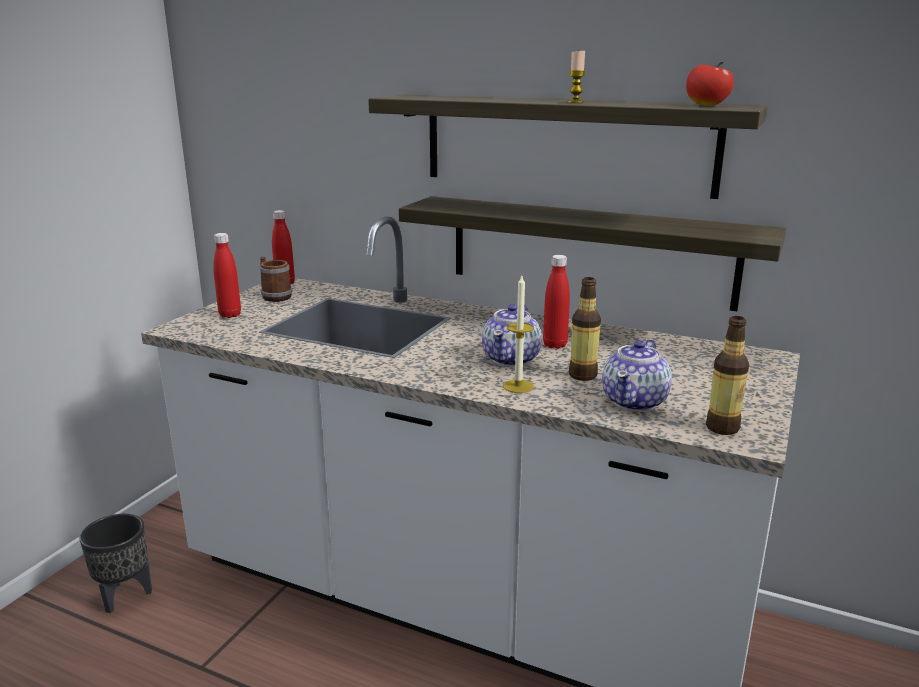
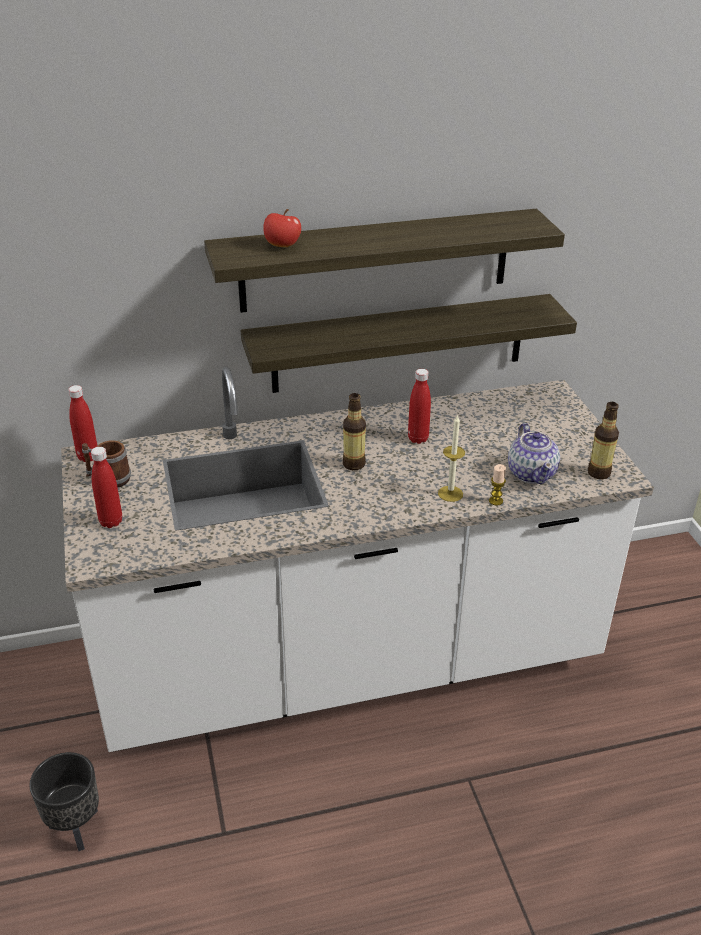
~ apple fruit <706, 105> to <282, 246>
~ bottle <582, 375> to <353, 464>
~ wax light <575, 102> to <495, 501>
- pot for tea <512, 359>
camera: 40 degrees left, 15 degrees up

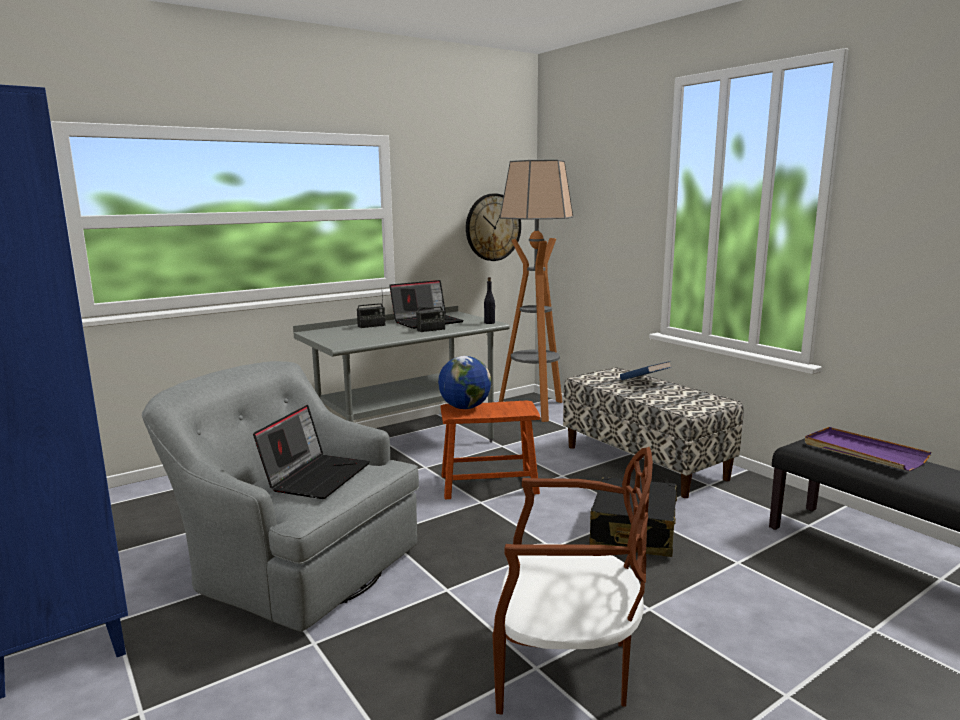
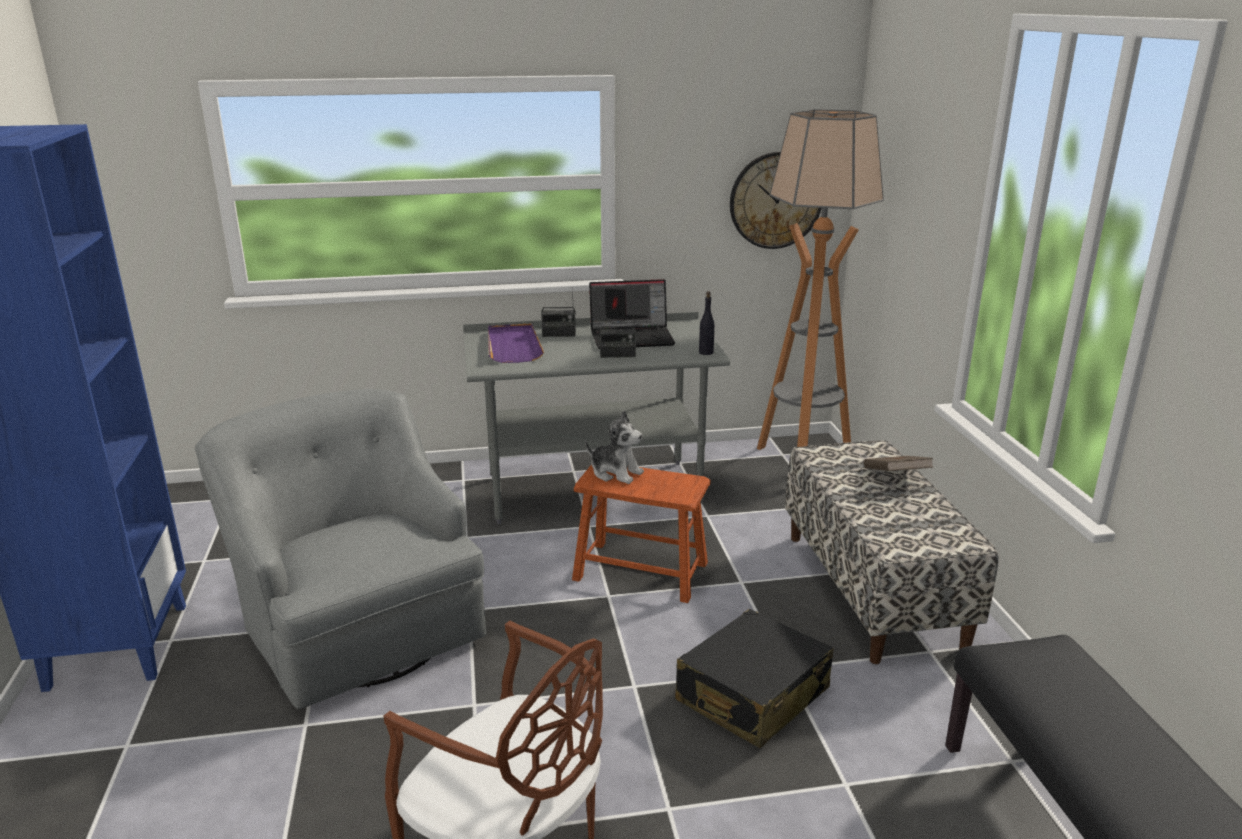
~ purple-coloured serving tray <863, 452> to <513, 346>
~ globe <465, 408> to cuddly toy <616, 472>
~ blue-coloured volume <644, 381> to brown-coloured volume <895, 477>
- notebook computer <316, 476>
camera: 25 degrees right, 10 degrees up

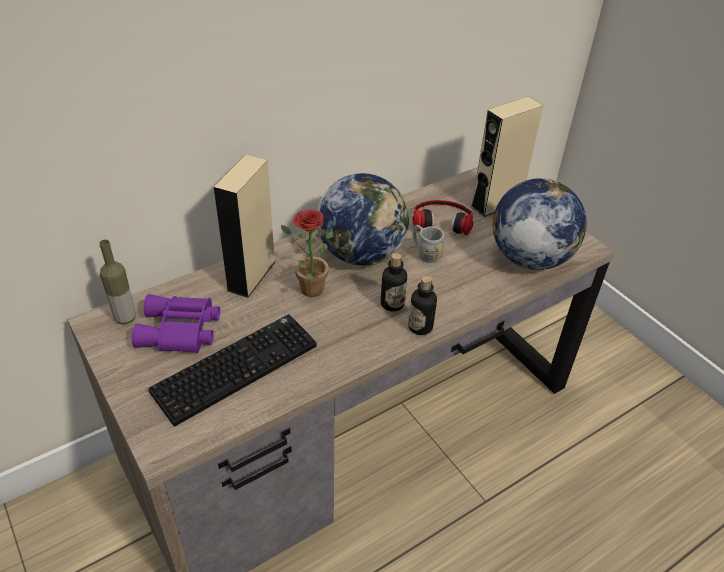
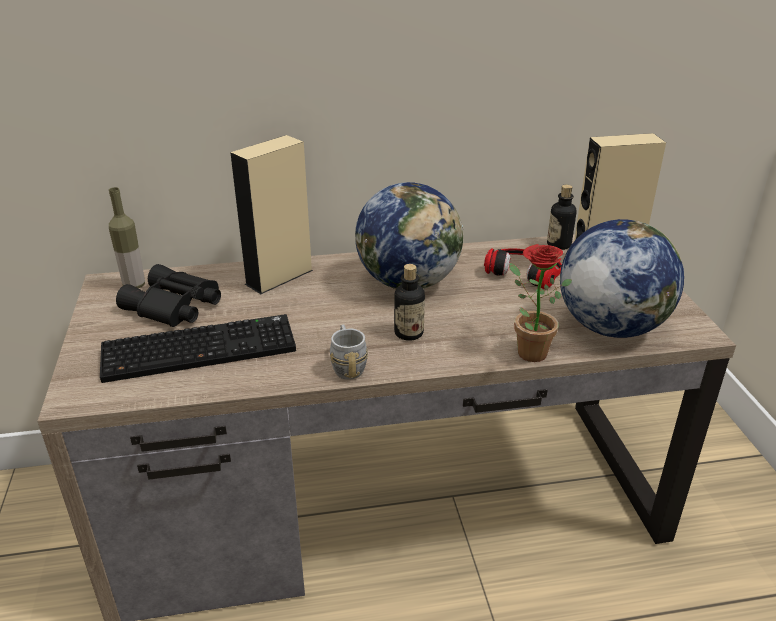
~ purple-coloured field glasses <180, 331> to black-coloured field glasses <173, 307>
~ gray tea mug <425, 253> to <347, 365>
~ potted plant <307, 288> to <526, 351>
~ bottle <420, 327> to <558, 245>
camera: 25 degrees right, 10 degrees down

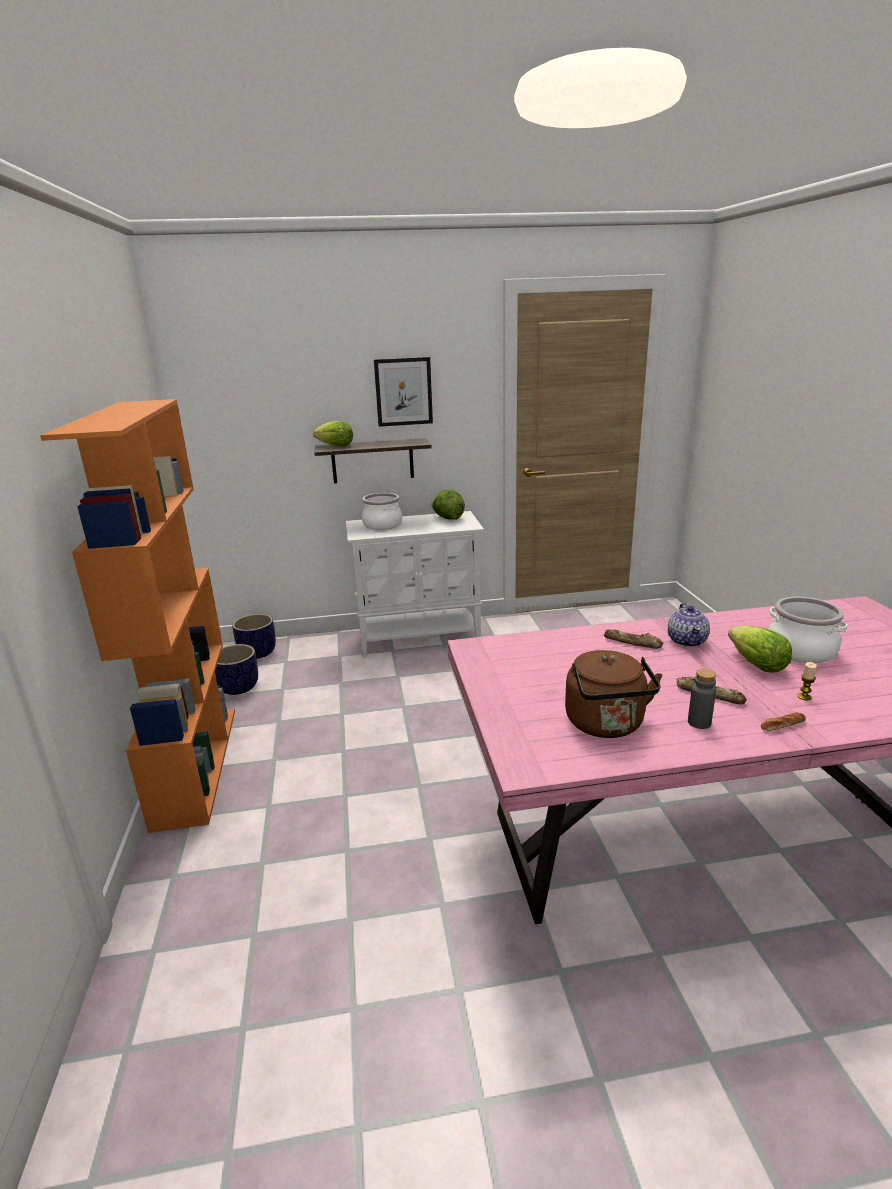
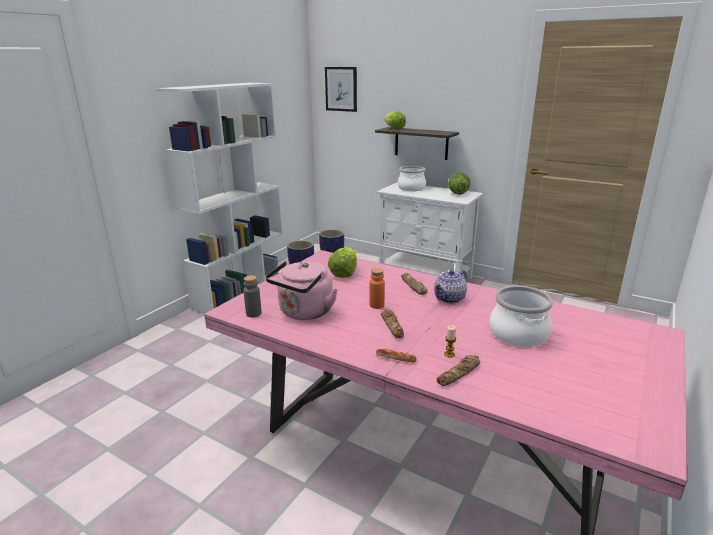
~ orange bookshelf <196, 763> to white bookshelf <241, 291>
~ gray bottle <699, 722> to <253, 313>
~ brown-coloured water kettle <607, 725> to pink-coloured water kettle <304, 313>
~ wall art <403, 392> to <341, 89>
~ lettuce head <757, 665> to <344, 273>
+ orange bottle <377, 305>
+ bread <459, 374>
camera: 40 degrees right, 0 degrees up

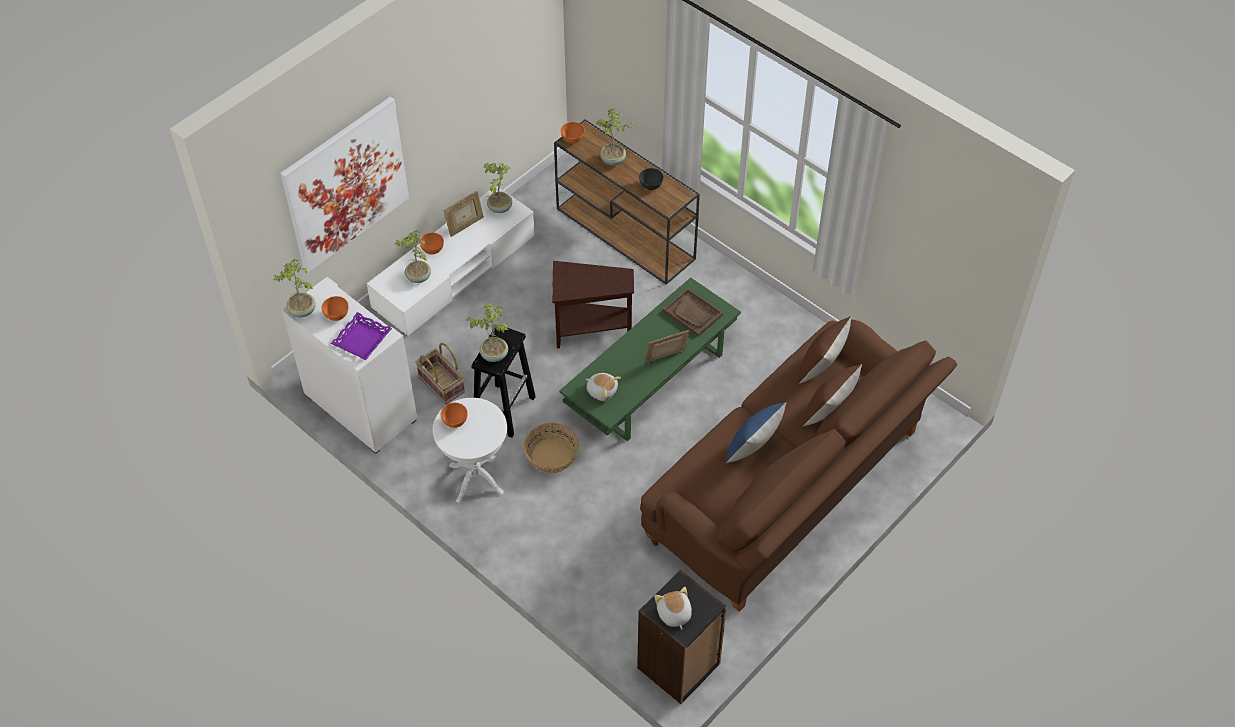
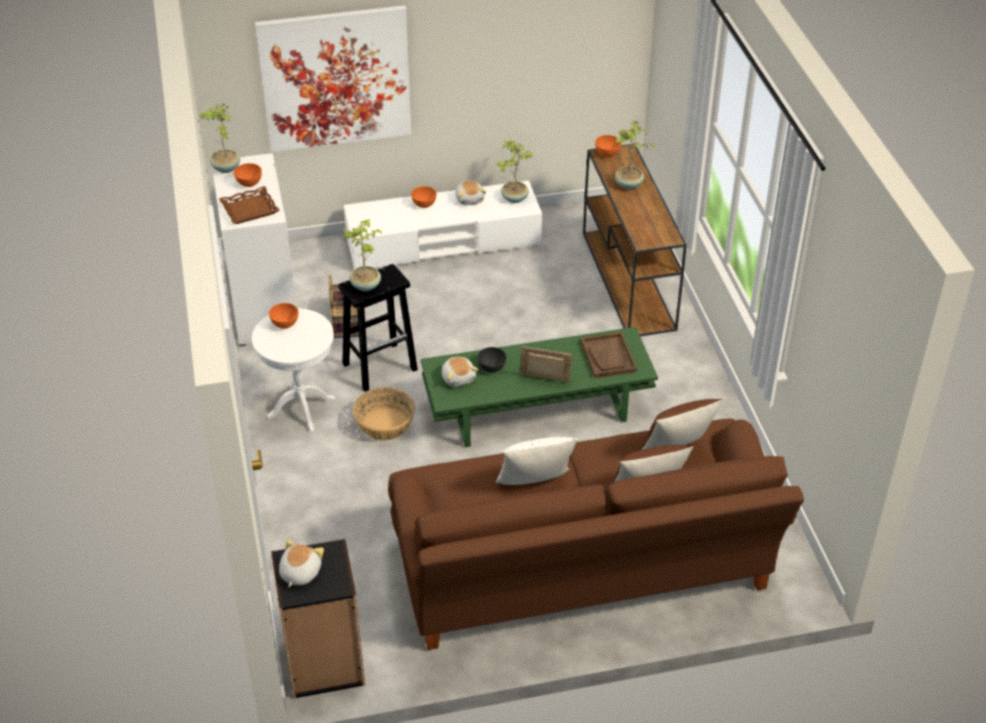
~ purple-coloured serving tray <361, 339> to brown-coloured serving tray <249, 209>
~ standing frame <465, 226> to cuddly toy <470, 199>
~ gray bowl <650, 185> to <491, 368>
~ blue-coloured cushion <753, 449> to white cushion <535, 485>
- potted plant <418, 277>
- brown-coloured accent table <589, 329>
camera: 35 degrees right, 10 degrees down

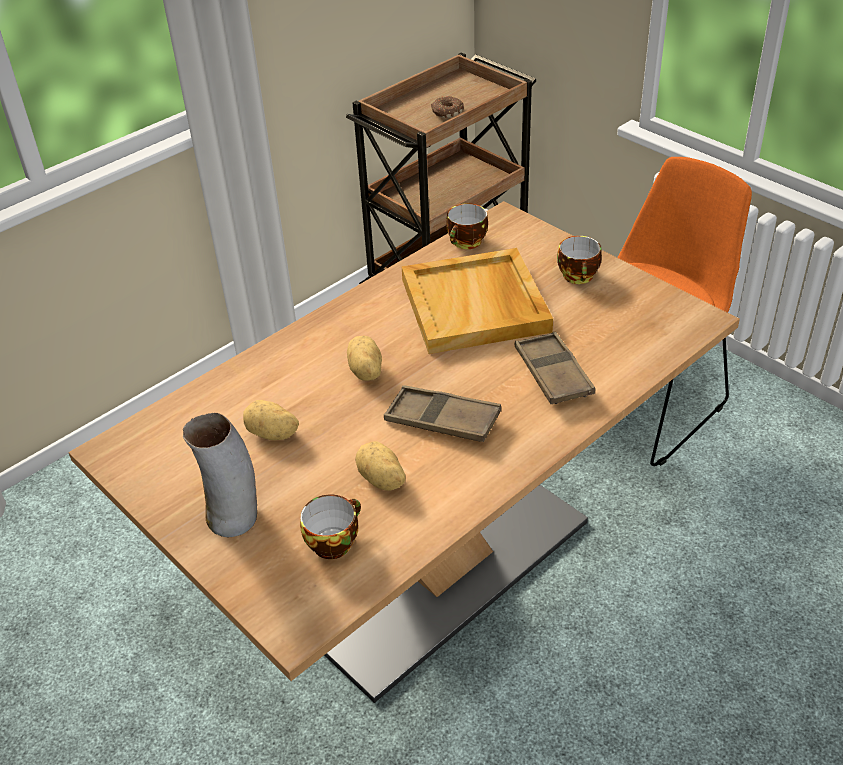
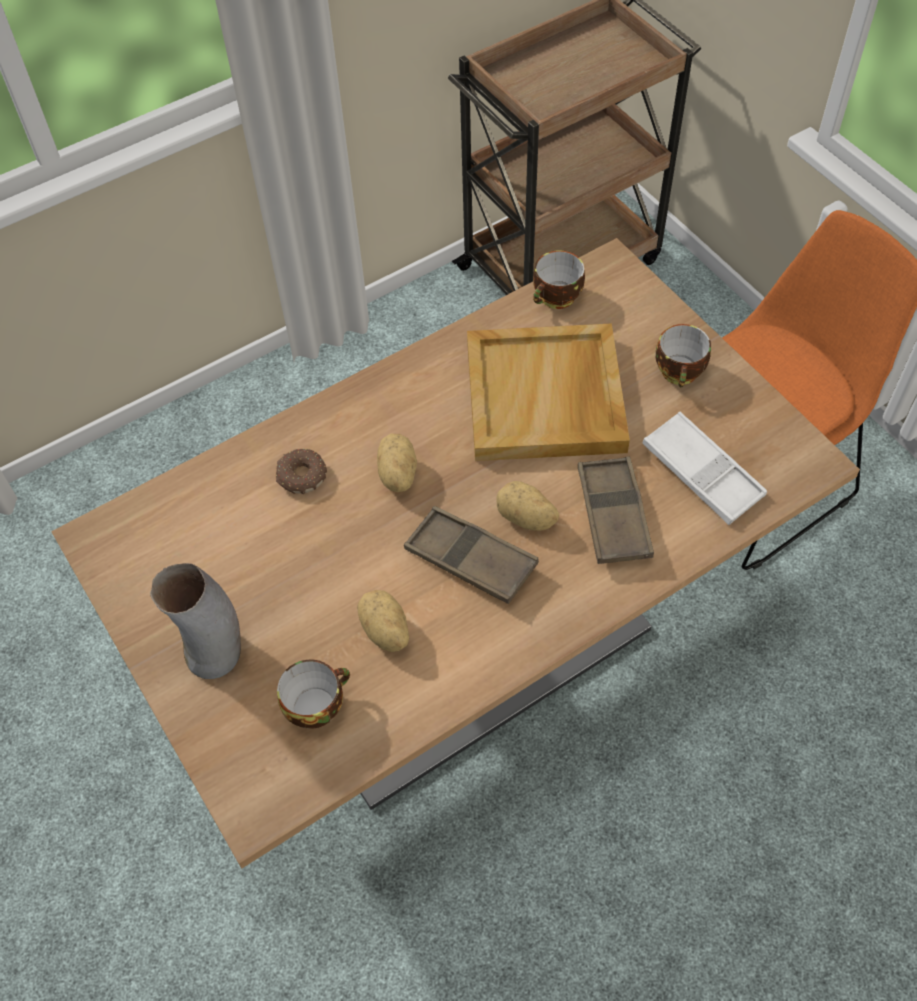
~ donut <446, 112> to <301, 476>
~ whole potato <272, 434> to <526, 518>
+ white serving tray <702, 473>
camera: 10 degrees right, 15 degrees up

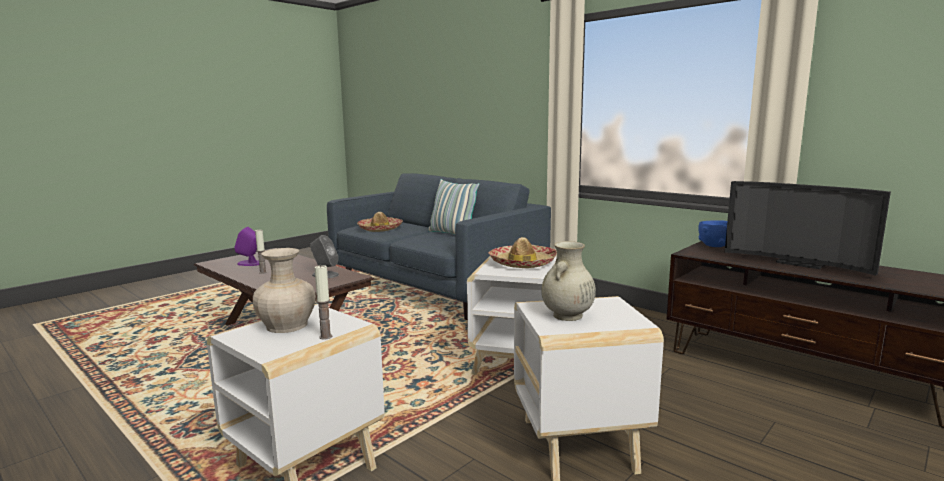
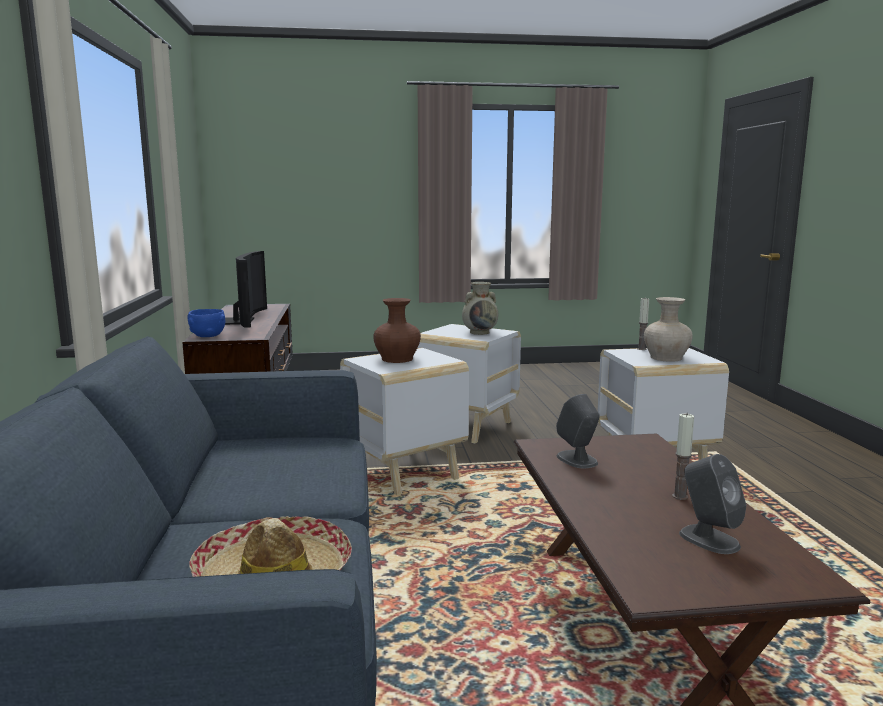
~ wearable hat <522, 263> to brown-coloured flower vase <397, 359>
~ purple-coloured loudspeaker <250, 263> to gray loudspeaker <708, 539>
- cushion <452, 234>
camera: 140 degrees left, 0 degrees up

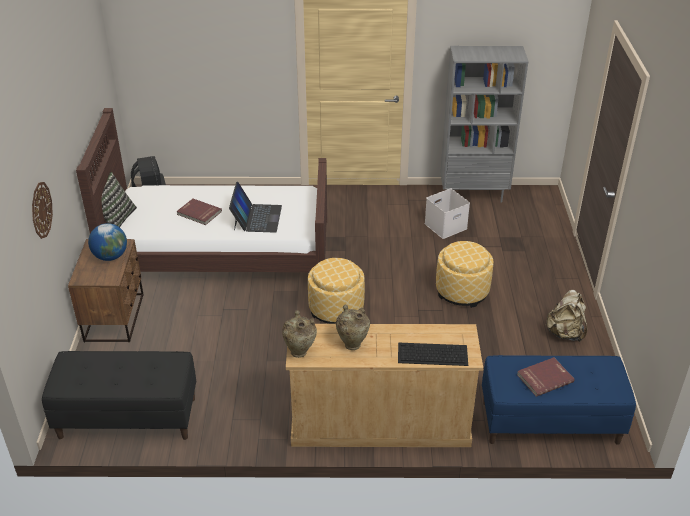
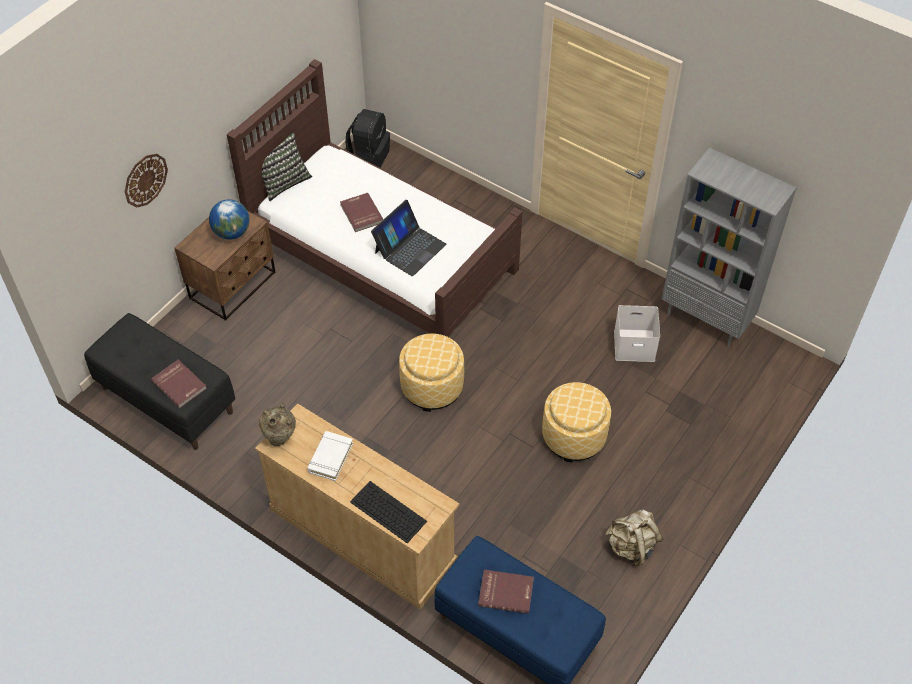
+ red volume <180, 384>
~ beige-coloured flower vase <352, 344> to white volume <330, 458>
camera: 35 degrees right, 15 degrees up

